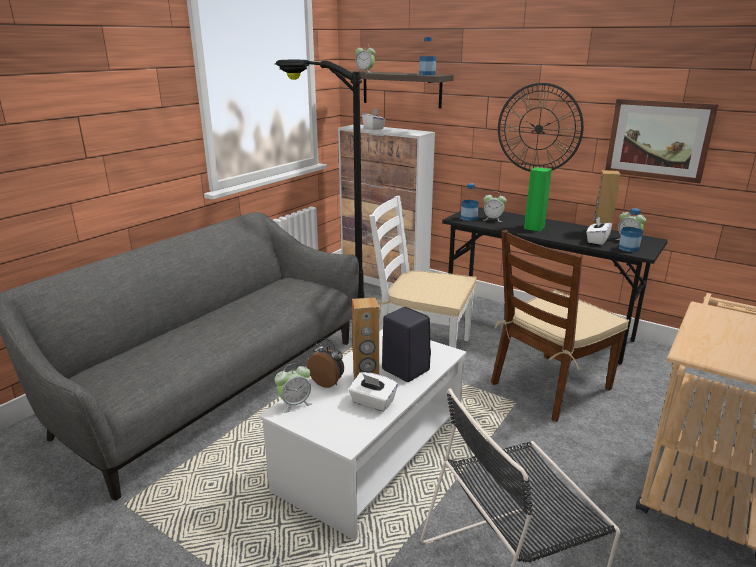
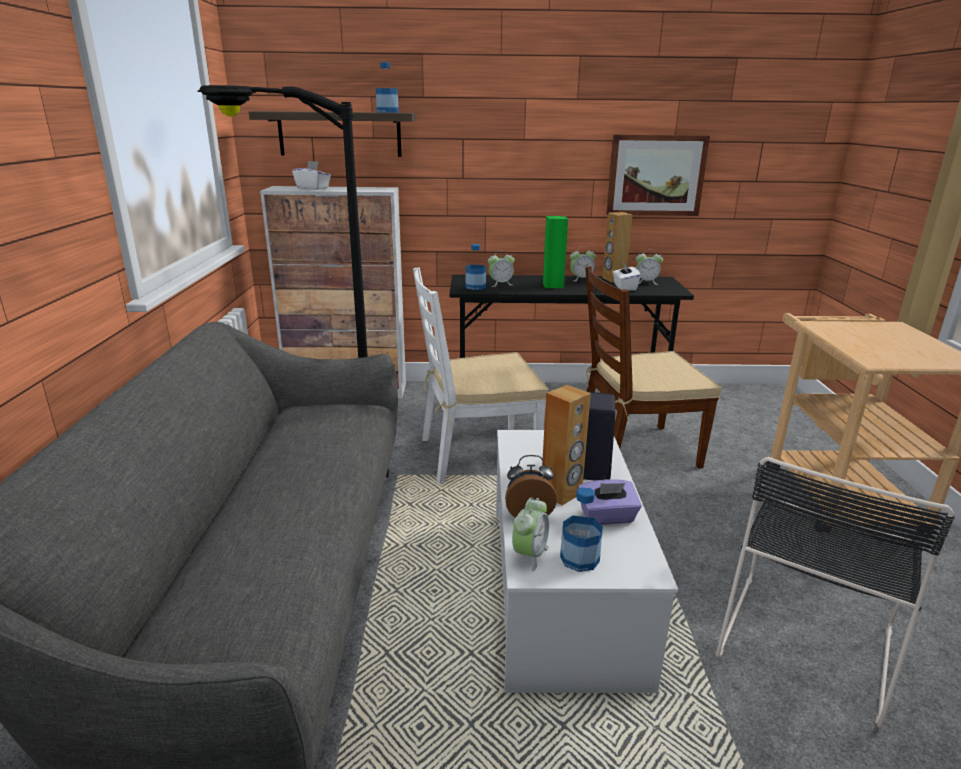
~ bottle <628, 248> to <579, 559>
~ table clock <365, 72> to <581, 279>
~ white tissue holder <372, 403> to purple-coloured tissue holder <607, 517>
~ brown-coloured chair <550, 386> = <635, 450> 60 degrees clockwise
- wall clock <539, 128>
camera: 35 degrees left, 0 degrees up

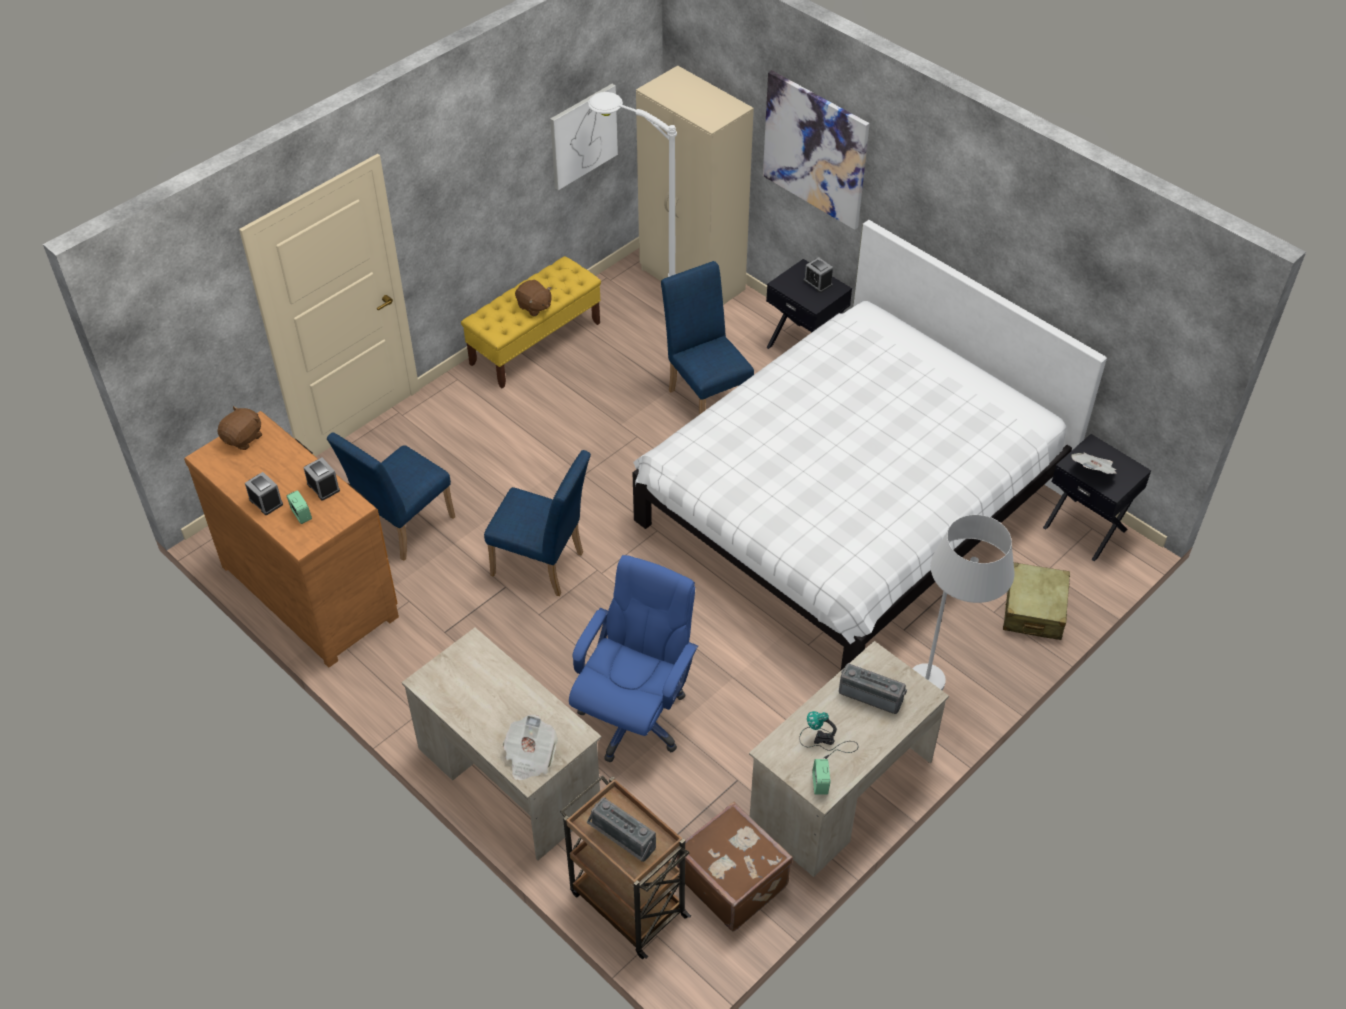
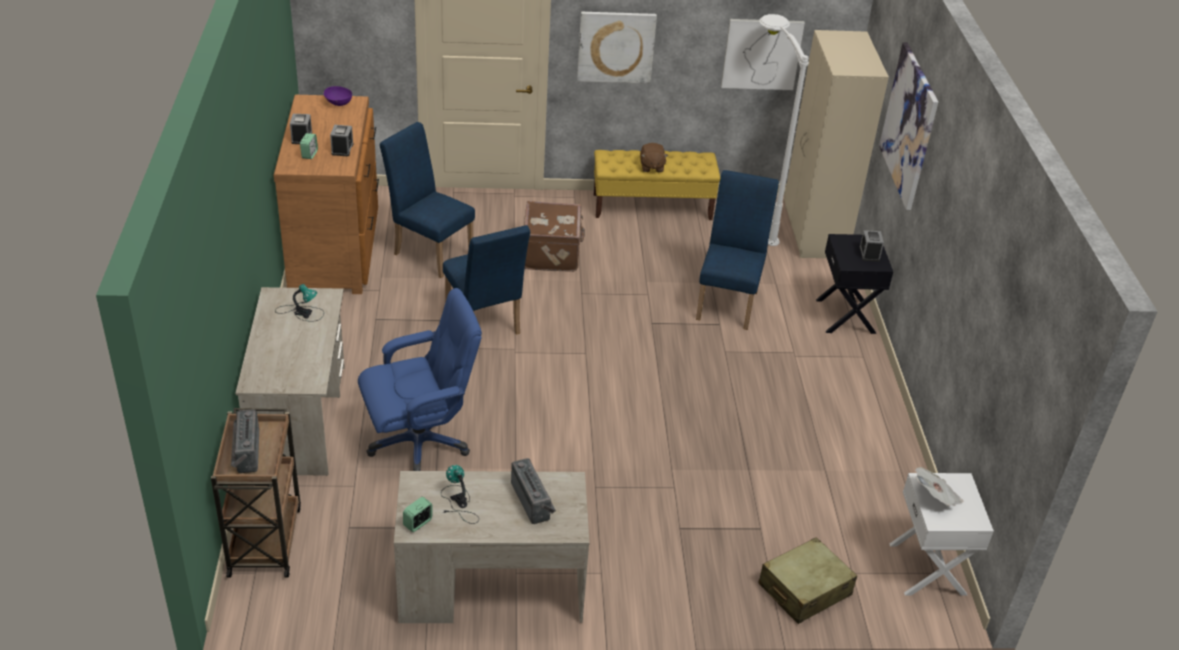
+ lamp for a table <301, 312>
~ brown-coloured cuddly toy <243, 438> to purple-coloured bowl <338, 103>
~ blue-coloured chair <402, 528> = <429, 252> 45 degrees clockwise
~ brown-coloured travel case <733, 880> to <552, 253>
+ wall art <616, 47>
~ black-coloured night table <1085, 528> to white night table <928, 569>
- printed paper <530, 757>
- white bedroom bed <850, 506>
- white standard lamp <944, 690>
camera: 40 degrees right, 10 degrees down

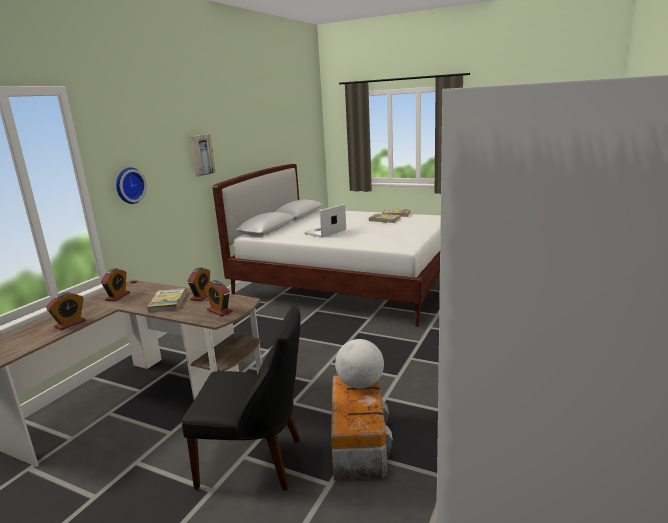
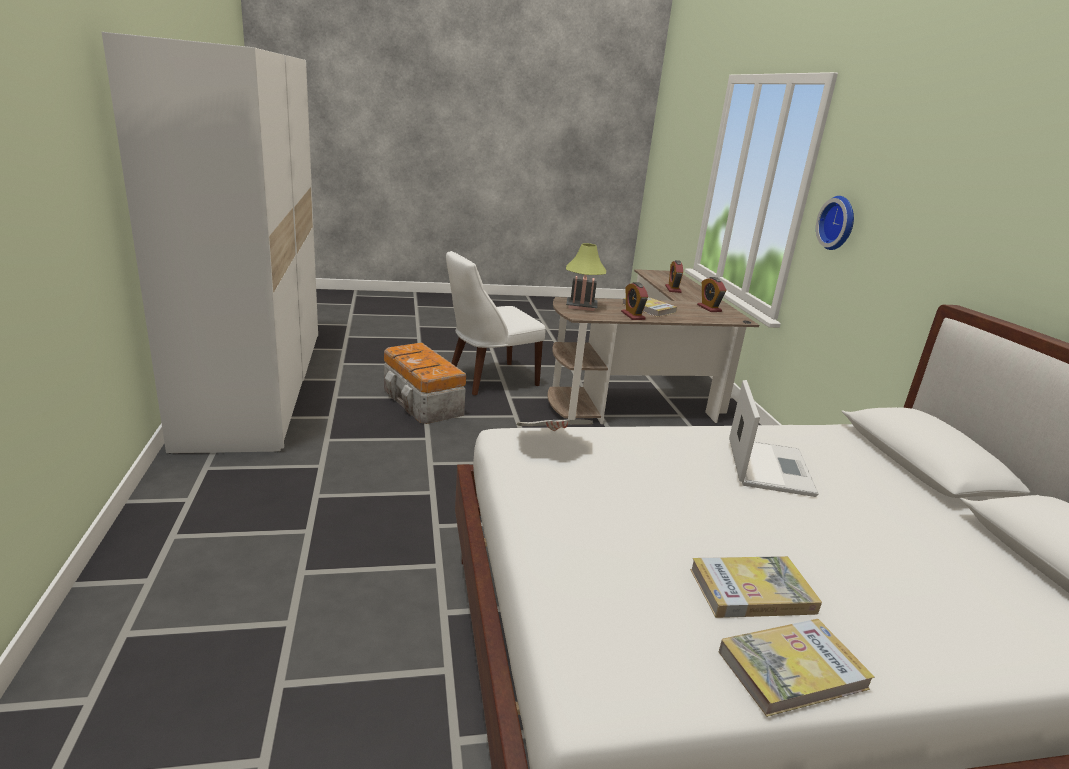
~ black-coloured chair <256, 462> to white chair <488, 379>
+ printed paper <551, 442>
~ table clock <219, 311> to lamp for a table <581, 306>
- wall art <201, 155>
- globe <360, 384>
camera: 140 degrees right, 5 degrees up

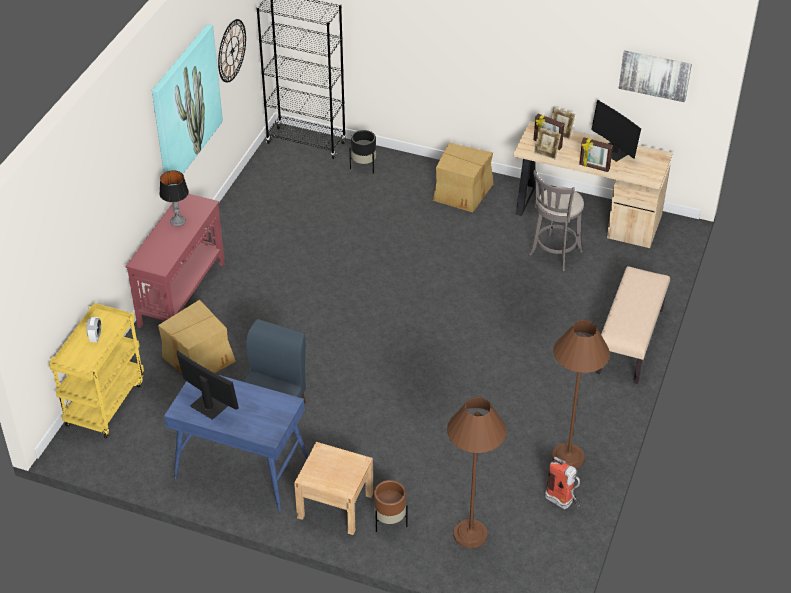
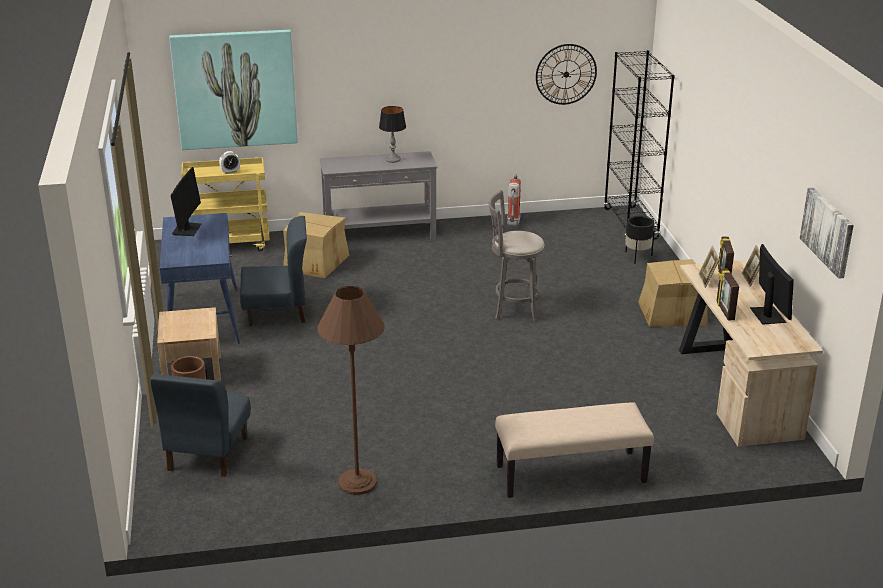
~ brown-coloured standard lamp <470, 534> to blue-coloured chair <207, 454>
~ wall art <185, 105> to <235, 89>
~ red console table <182, 294> to gray console table <380, 234>
~ gray sitting stool <554, 255> to <513, 308>
~ extinguisher <563, 503> to <513, 224>
~ computer display <614, 152> = <767, 316> 150 degrees clockwise
camera: 60 degrees right, 15 degrees down

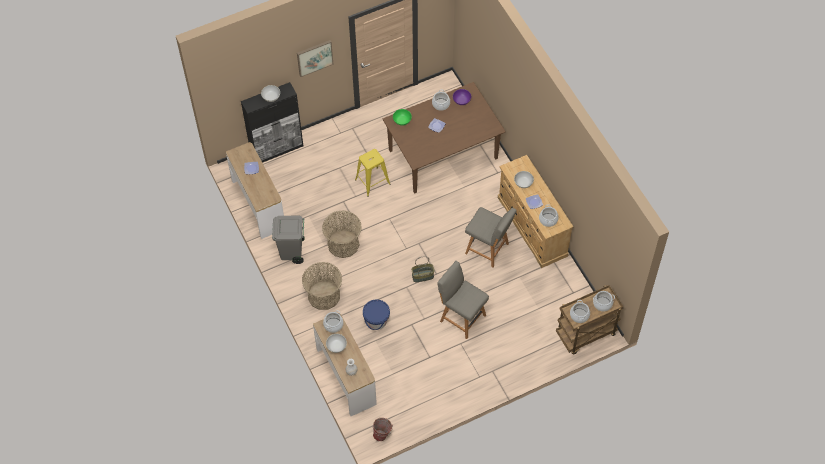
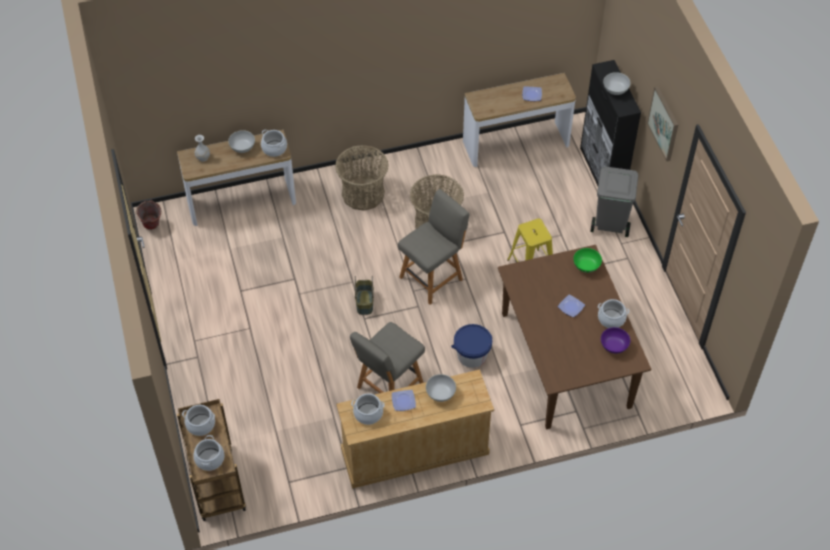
~ gray chair <461, 317> to <432, 277>
~ blue-coloured water bucket <376, 320> to <472, 355>
~ gray trash can <292, 252> to <609, 224>
camera: 100 degrees right, 5 degrees down

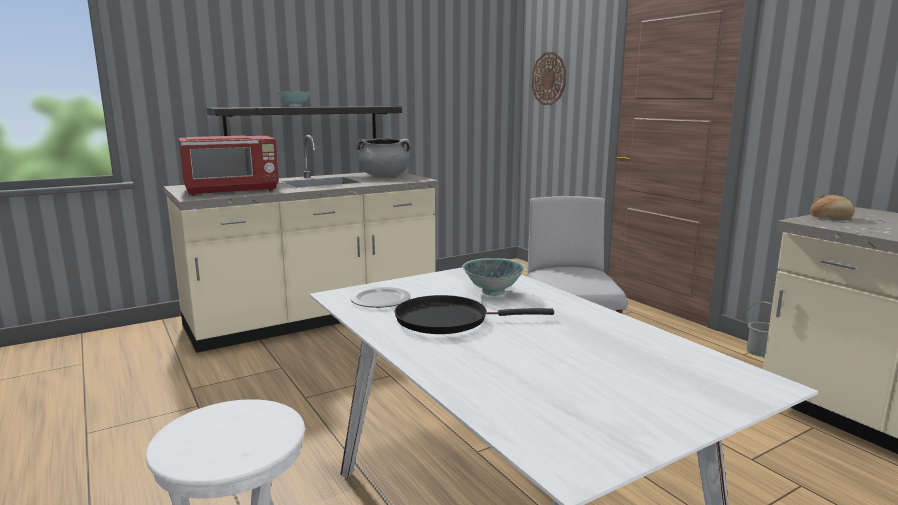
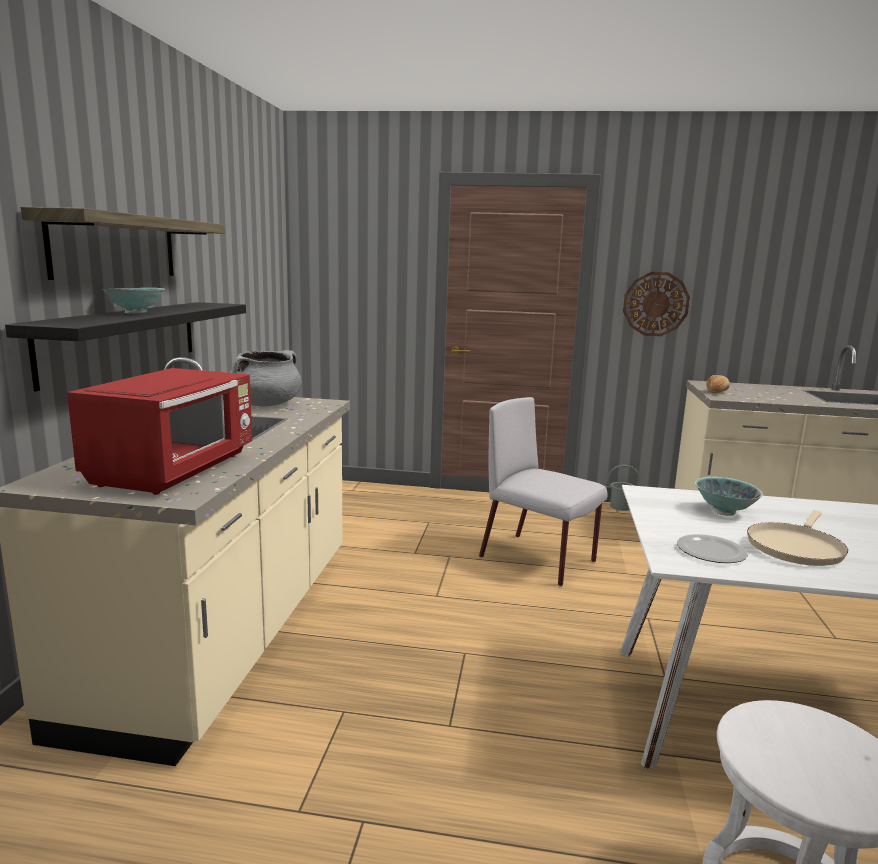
+ shelf <116, 247>
~ wall clock <549, 78> to <655, 304>
~ black-coloured frying pan <448, 320> to beige-coloured frying pan <795, 547>
camera: 50 degrees left, 0 degrees up

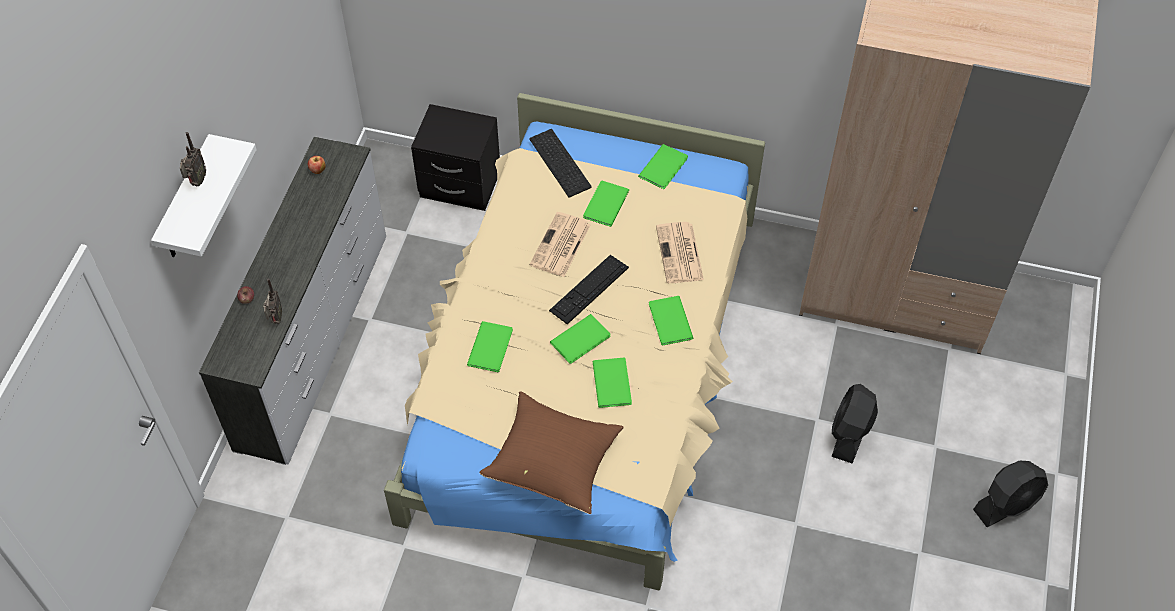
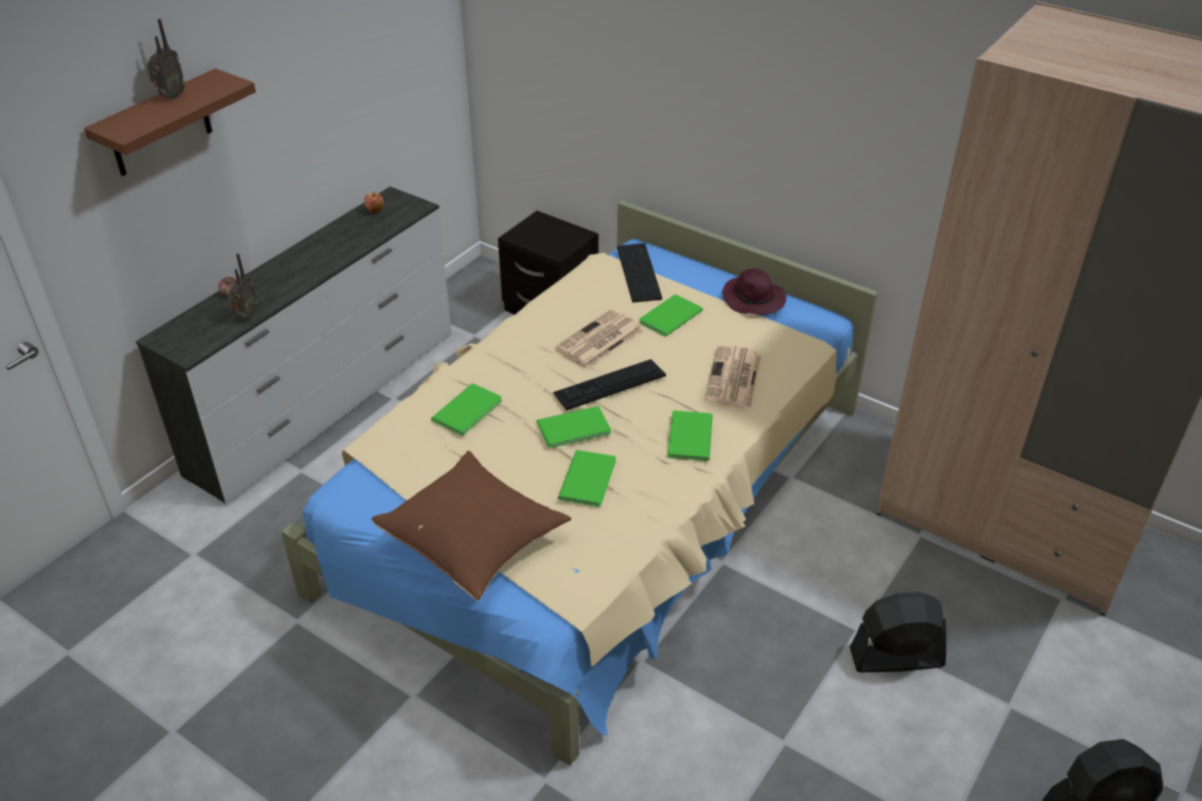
~ white shelf <186, 202> to brown-coloured shelf <159, 125>
~ green volume <665, 167> to purple-coloured wearable hat <754, 300>
~ black-coloured cooling fan <850, 433> = <896, 657> 45 degrees clockwise
camera: 20 degrees right, 15 degrees down

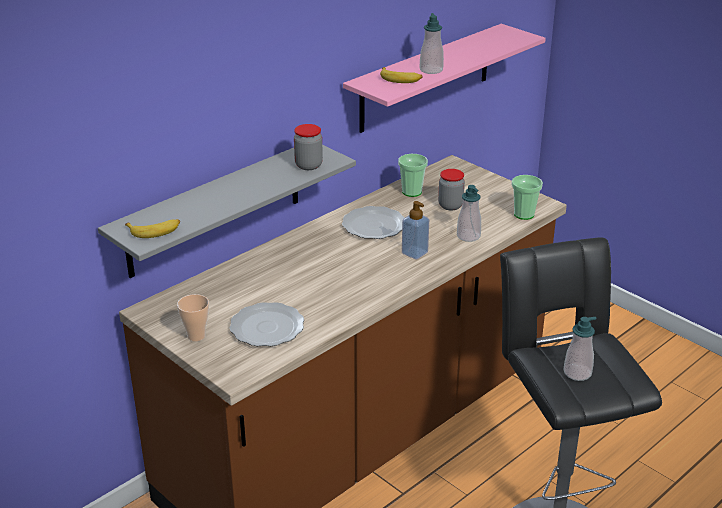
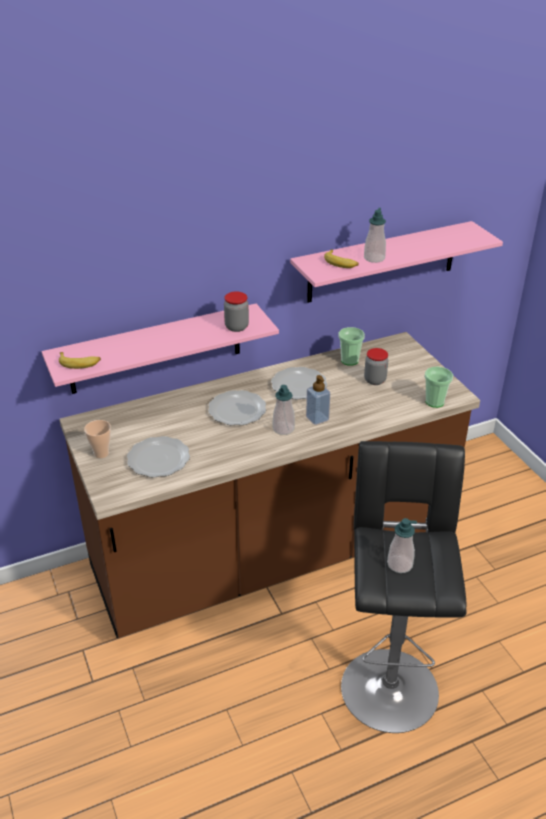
~ gray shelf <215, 209> to pink-coloured shelf <156, 349>
+ flat dish <236, 410>
~ liquid soap bottle <468, 236> to <283, 428>
camera: 20 degrees right, 5 degrees up

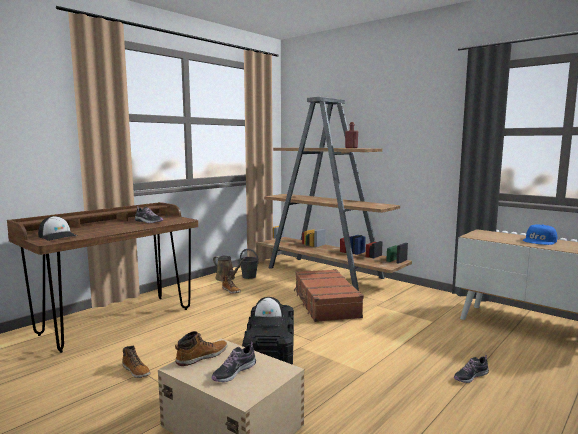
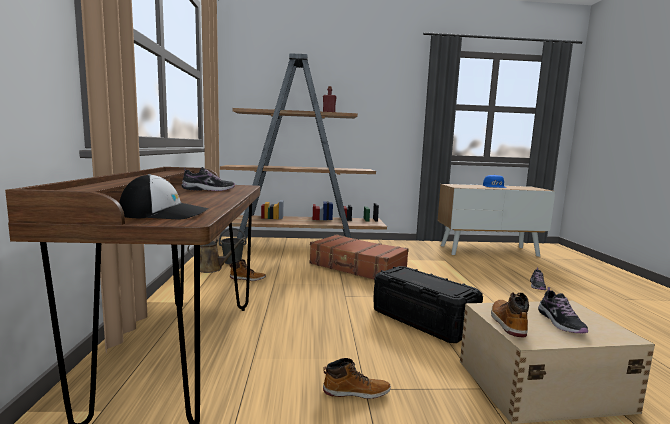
- baseball cap <268, 319>
camera: 45 degrees left, 0 degrees up

